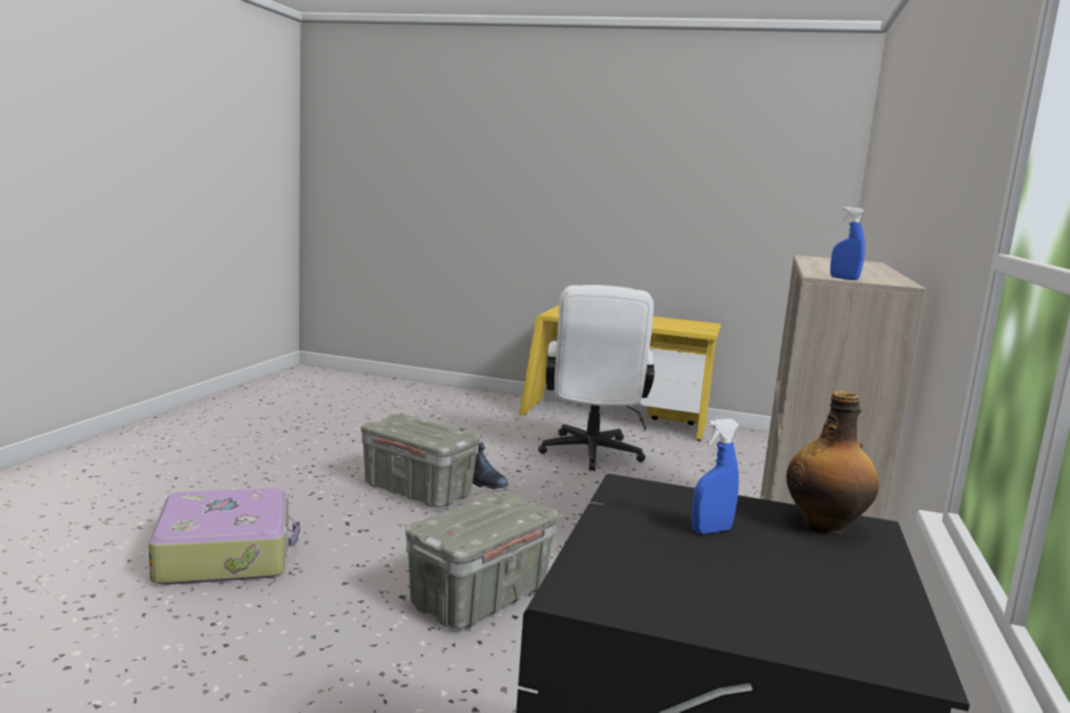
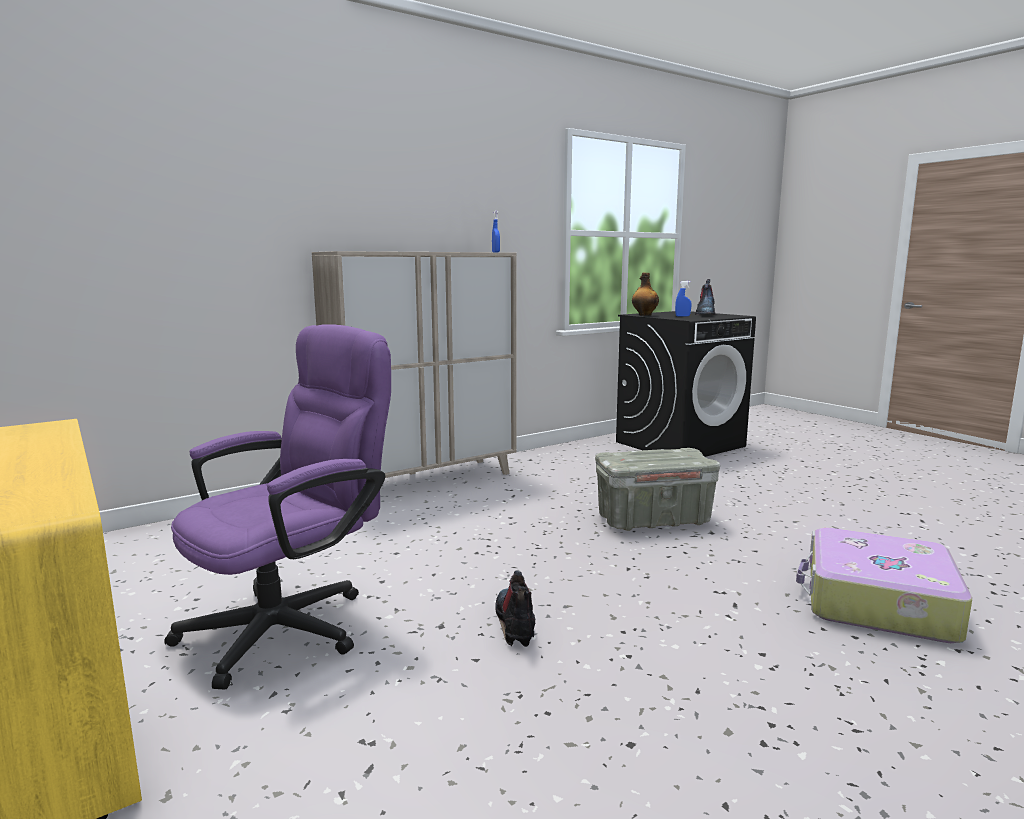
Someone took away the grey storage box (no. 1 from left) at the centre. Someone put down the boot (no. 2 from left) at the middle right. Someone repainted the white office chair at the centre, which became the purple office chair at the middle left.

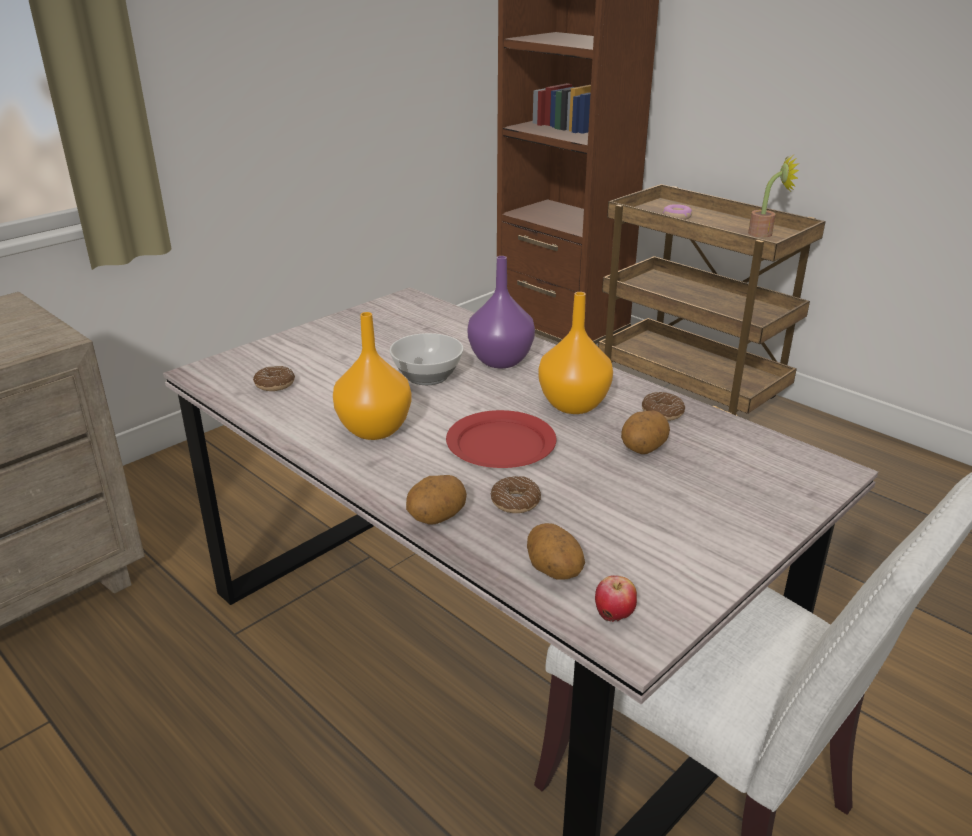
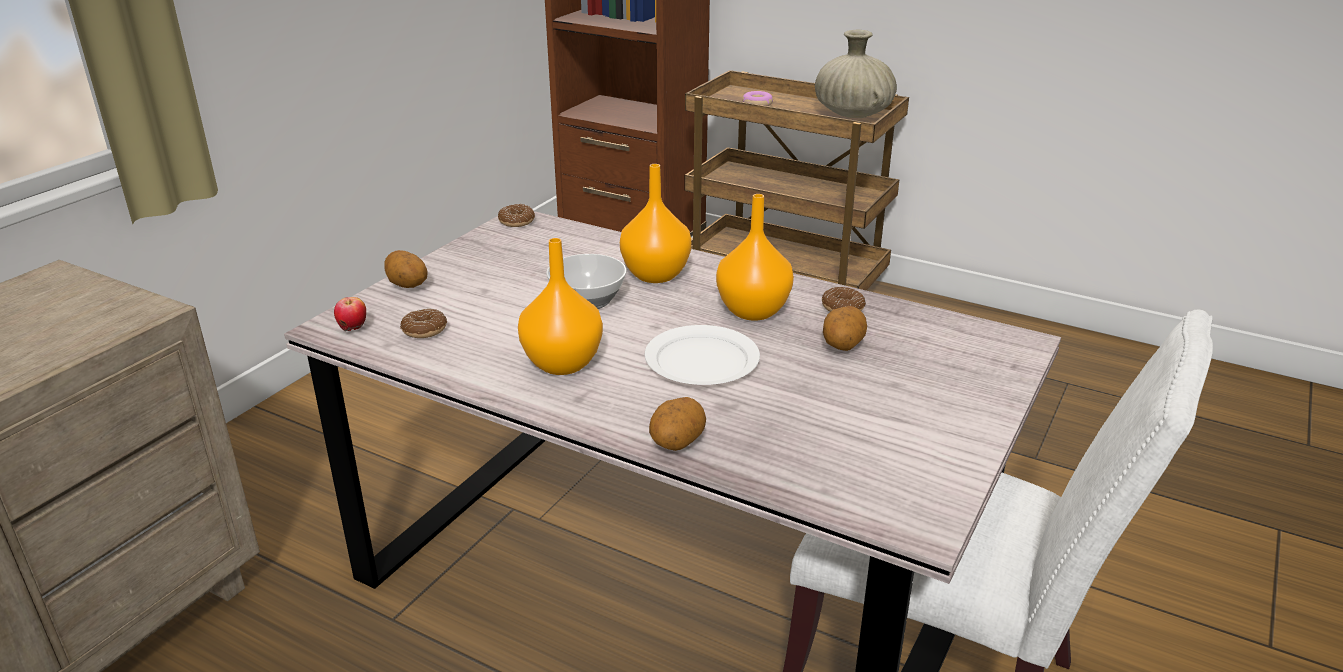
Someone carried the donut (no. 2 from left) from the centre to the top centre. Someone carried the potato (no. 2 from left in the first image) from the centre to the middle left. Someone carried the apple from the bottom centre to the middle left. Someone swapped the potted plant at the top right for the beige vase at the top centre. Someone repainted the red plate at the centre, which became the white plate at the centre. Someone repainted the purple vase at the centre, which became the orange vase (no. 2 from left) at the top centre.

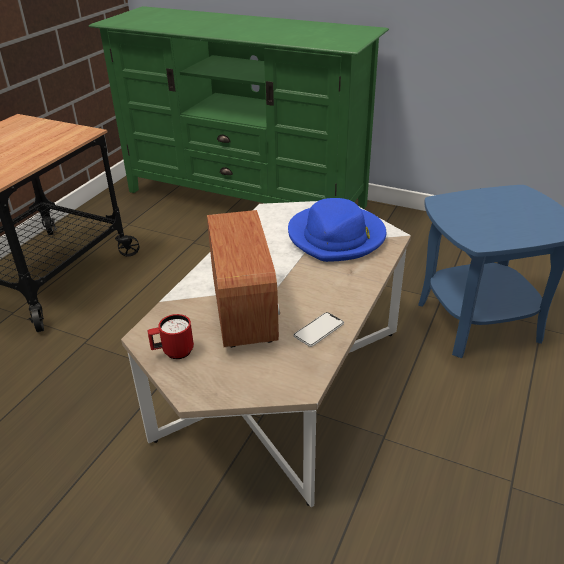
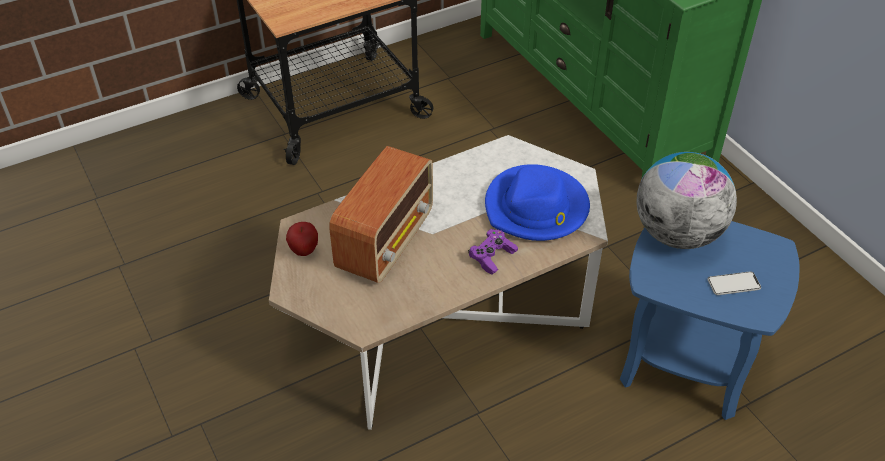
Someone put down the purple game controller at the centre. Someone put down the globe at the middle right. Someone carried the phone from the centre to the middle right. Someone swapped the red mug at the middle left for the apple at the centre.

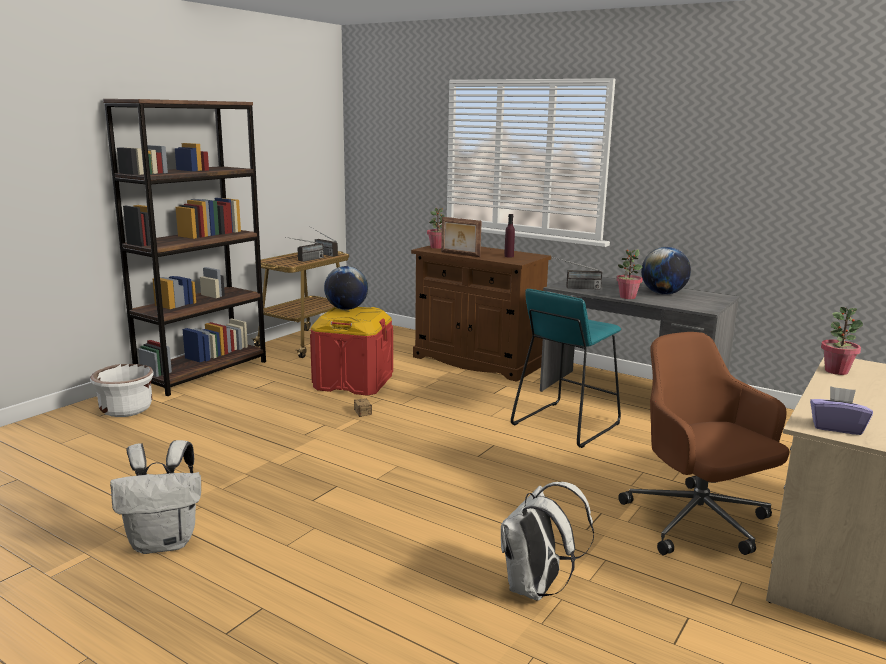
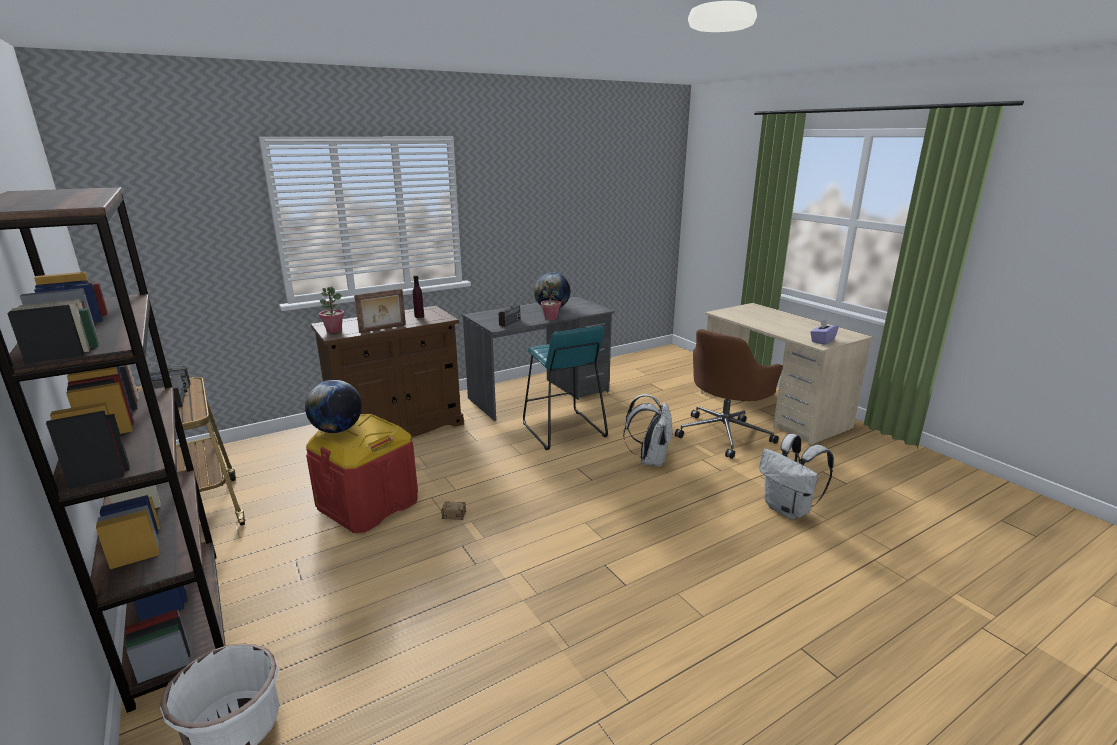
Someone took away the potted plant (no. 3 from left) at the middle right. Someone carried the white backpack (no. 1 from left) from the bottom left to the centre. Someone rotated the brown office chair at the bottom right by 45 degrees counterclockwise.

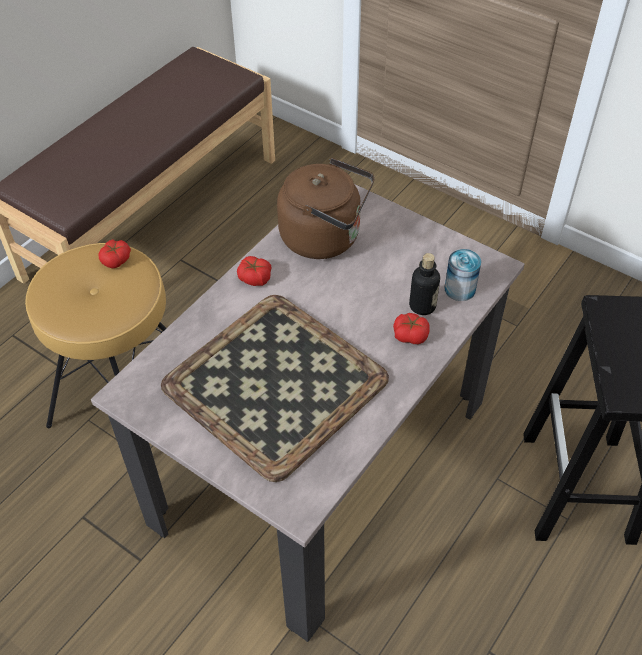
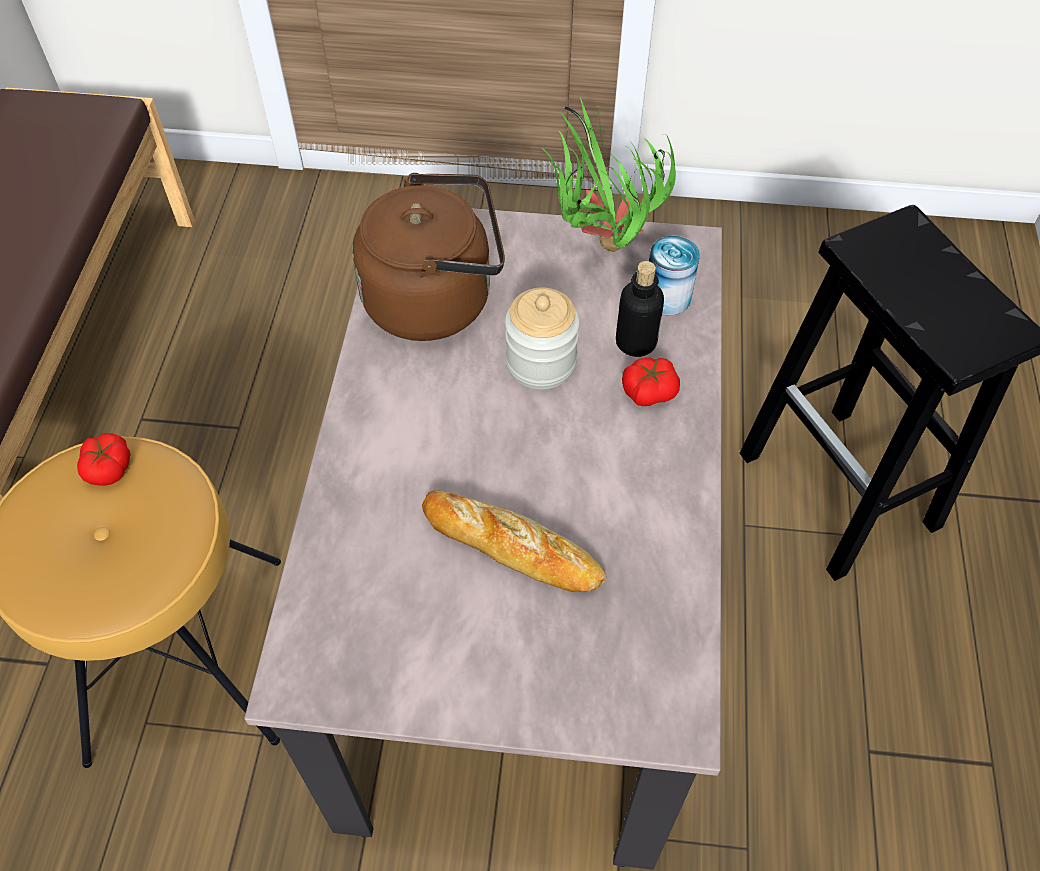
Someone took away the tomato (no. 2 from left) at the centre. Someone put down the jar at the centre. Someone put down the potted plant at the top centre. Someone swapped the tray at the centre for the bread at the centre.

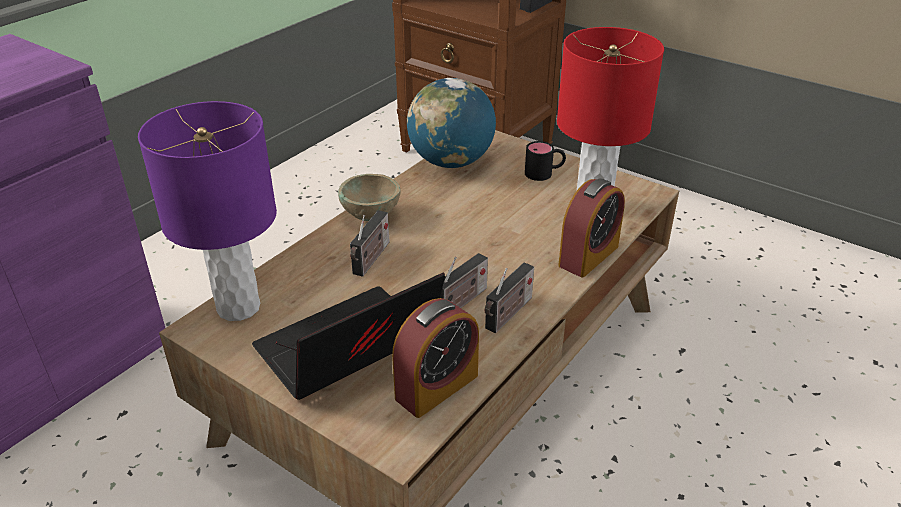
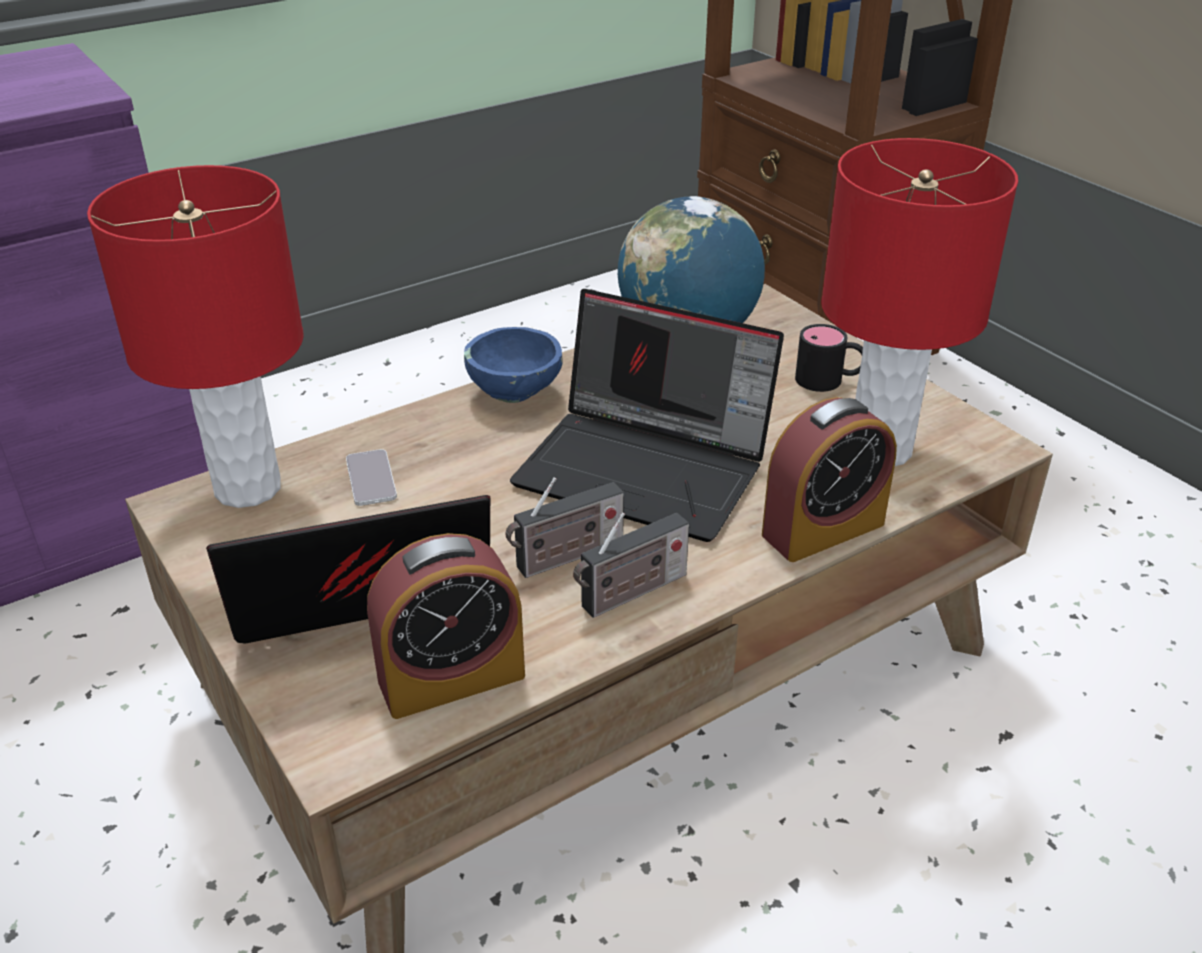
Someone took away the radio (no. 1 from left) at the centre. Someone put down the phone at the middle left. Someone put down the laptop (no. 2 from left) at the centre. Someone repainted the purple table lamp at the middle left, which became the red table lamp (no. 1 from left) at the middle left. Someone repainted the beige bowl at the centre, which became the blue bowl at the centre.

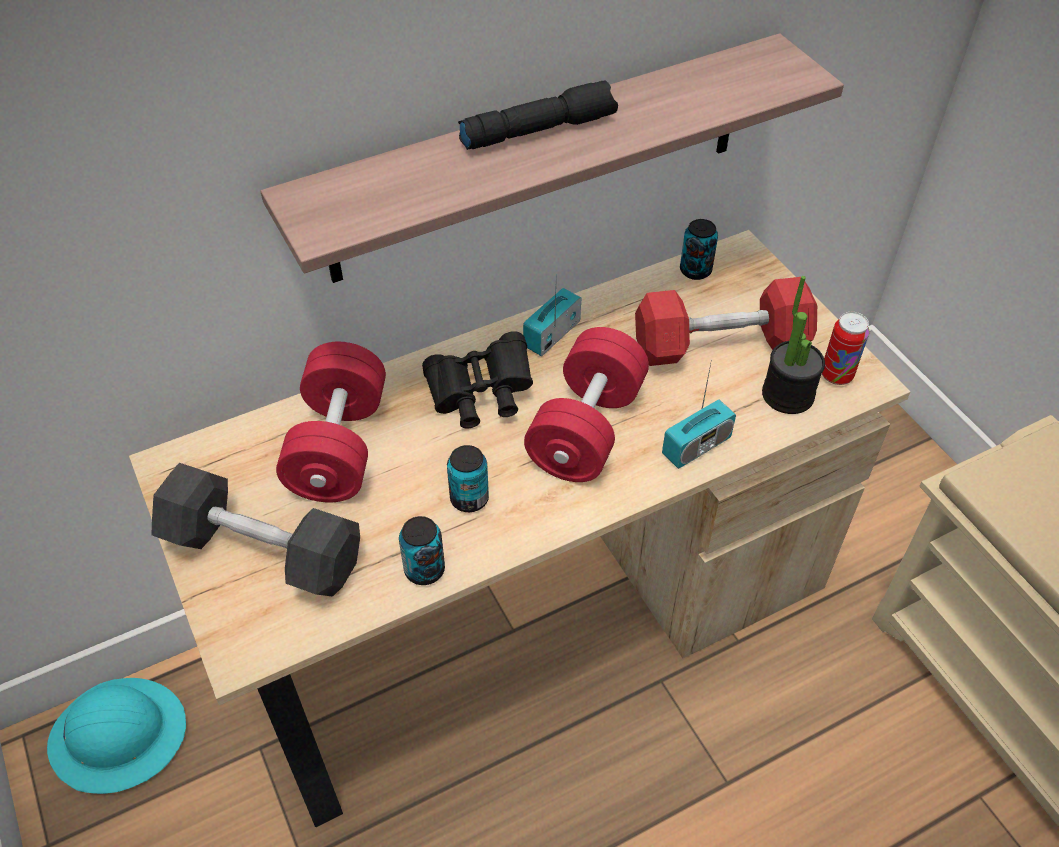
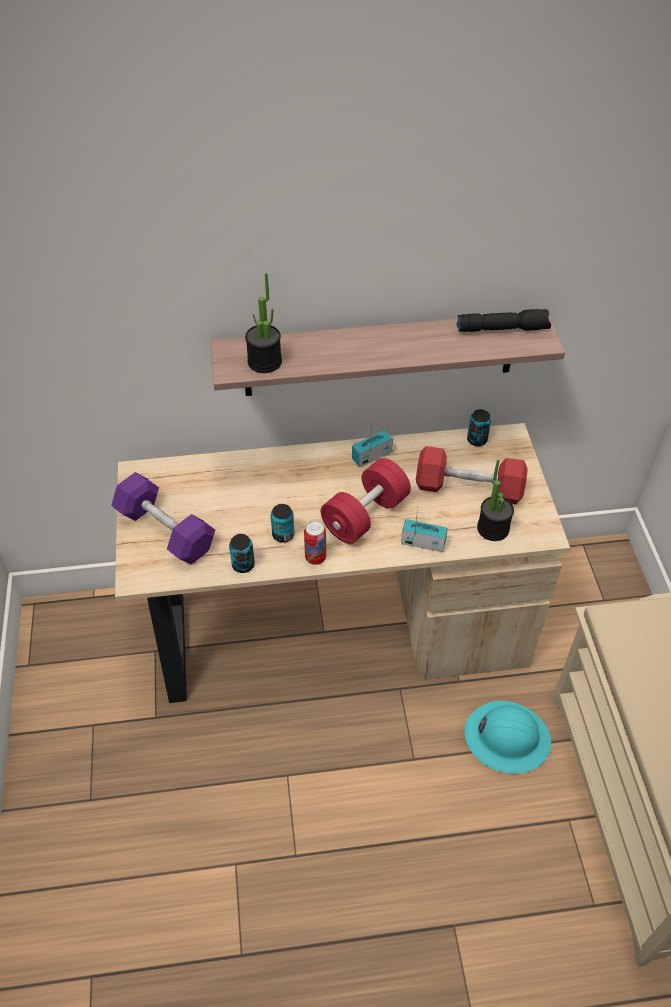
Someone took away the red dumbbell (no. 1 from left) at the middle left. Someone took away the black binoculars at the centre. Someone put down the potted plant (no. 1 from left) at the top centre. Someone carried the turquoise hard hat from the bottom left to the bottom right. Someone carried the black flashlight from the top centre to the top right. Someone carried the can (no. 4 from left in the first image) from the middle right to the centre. Someone repainted the grey dumbbell at the middle left, which became the purple dumbbell at the middle left. Someone rotated the radio (no. 2 from left) at the centre by 150 degrees counterclockwise.

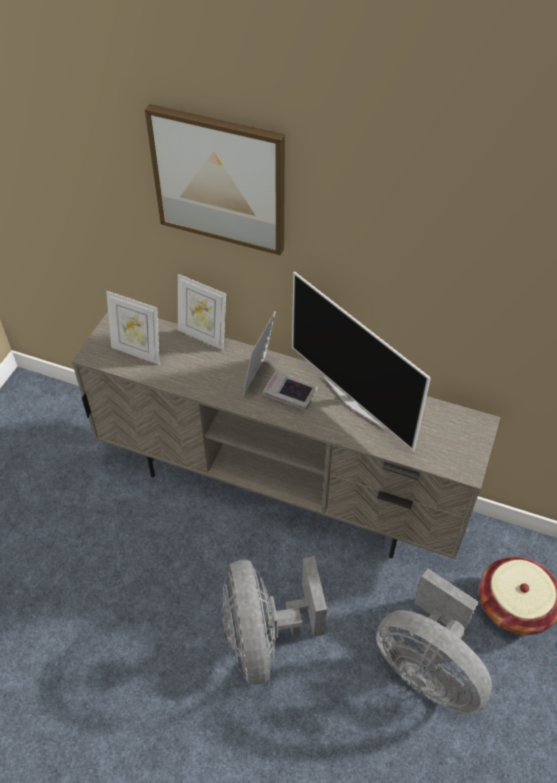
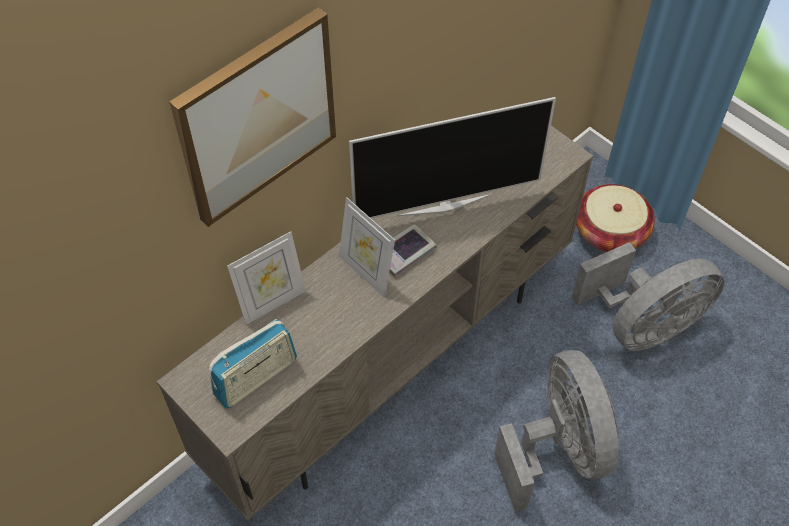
Someone swapped the picture frame (no. 1 from left) at the middle left for the radio at the bottom left. Someone rotated the grey fan (no. 1 from left) at the bottom centre by 120 degrees counterclockwise.

